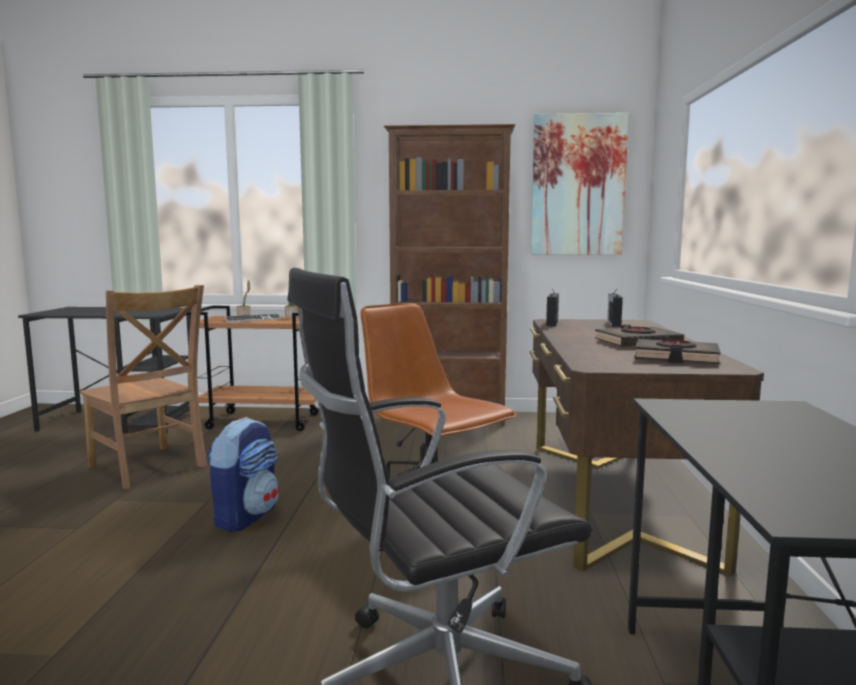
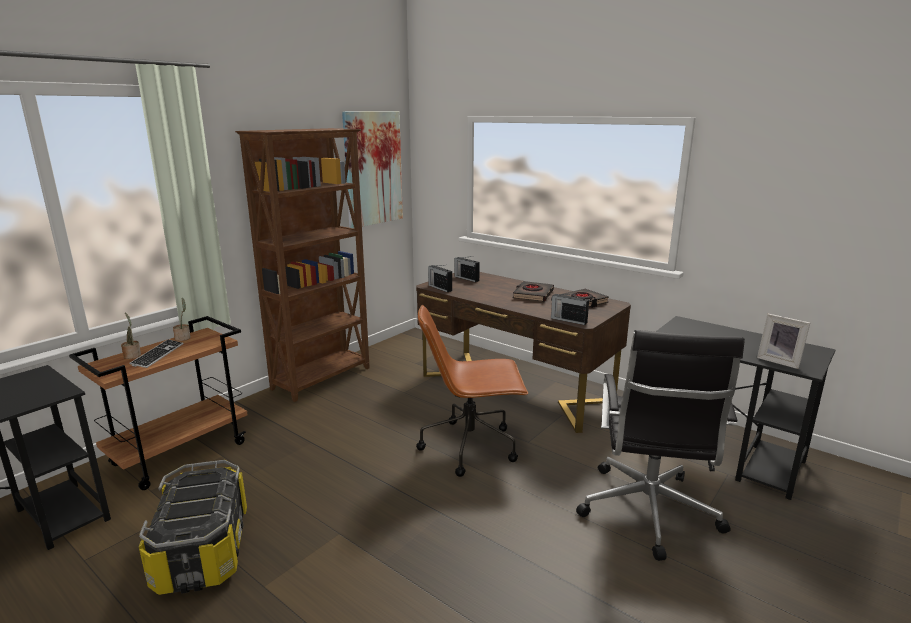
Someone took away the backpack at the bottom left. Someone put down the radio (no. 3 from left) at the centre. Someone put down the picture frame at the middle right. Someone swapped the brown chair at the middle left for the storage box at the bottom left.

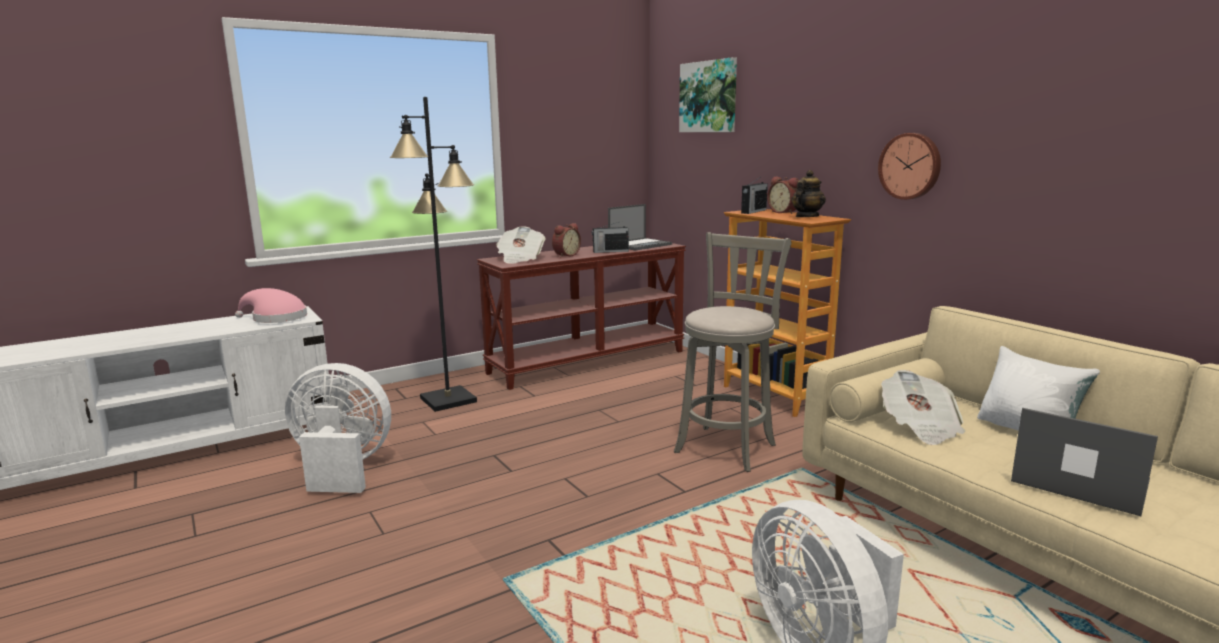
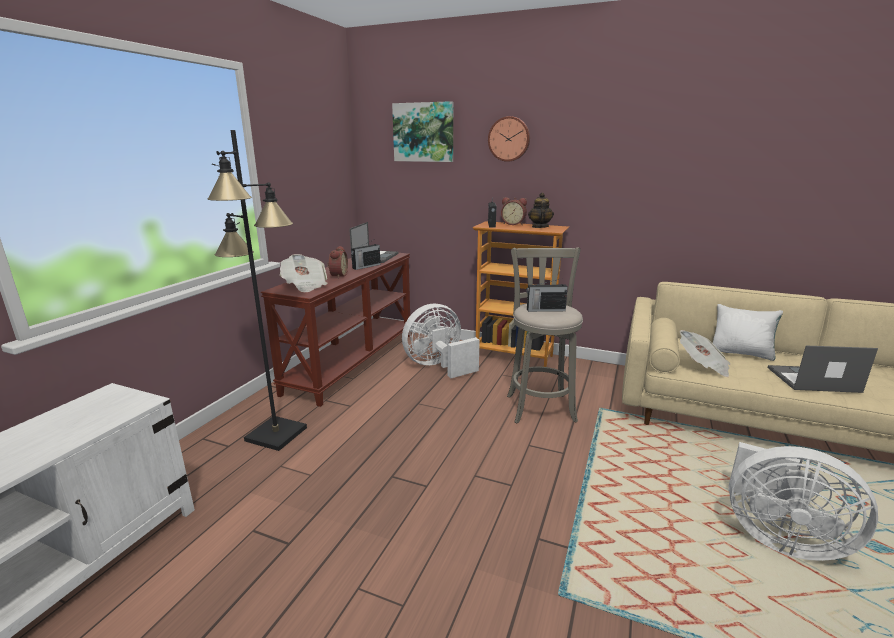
Someone took away the pink hat at the middle left. Someone put down the radio (no. 3 from left) at the centre. Someone carried the white fan (no. 1 from left) from the middle left to the centre. Someone carried the wall clock from the top right to the top centre.

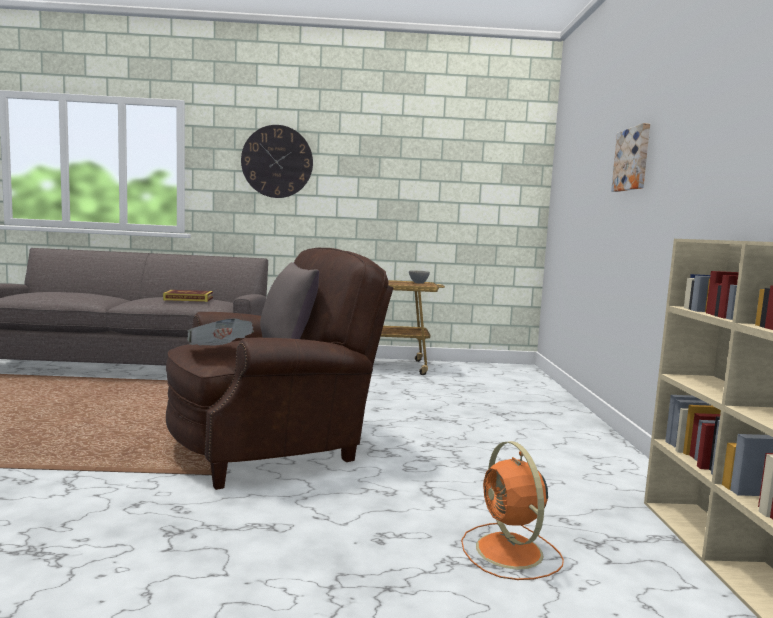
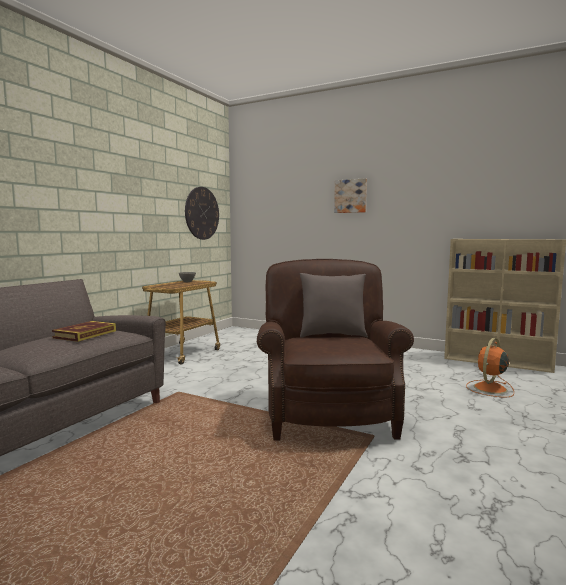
Someone took away the newspaper at the middle left. Someone carried the wall clock from the top centre to the centre. Someone rotated the orange fan at the bottom centre by 120 degrees clockwise.

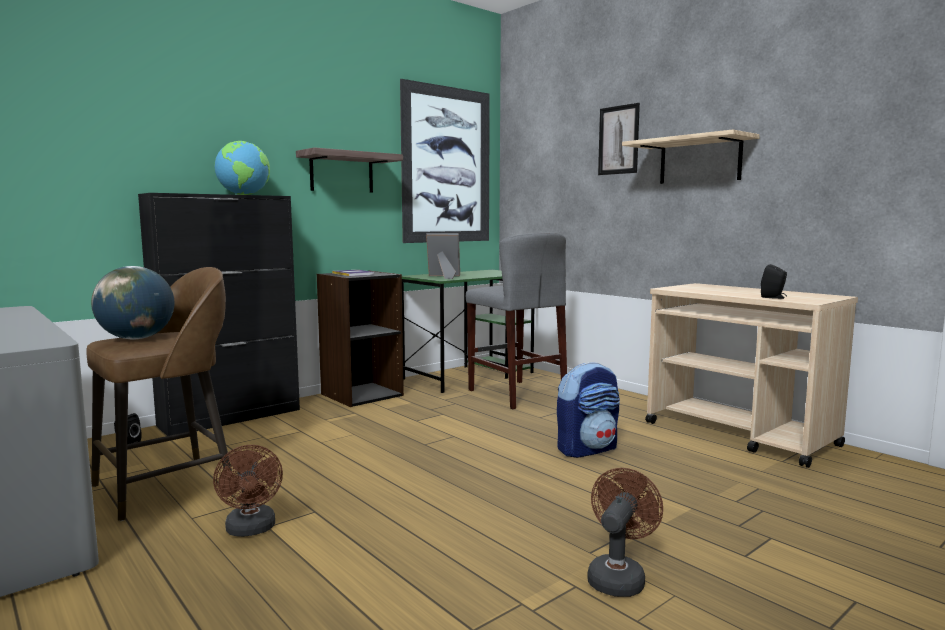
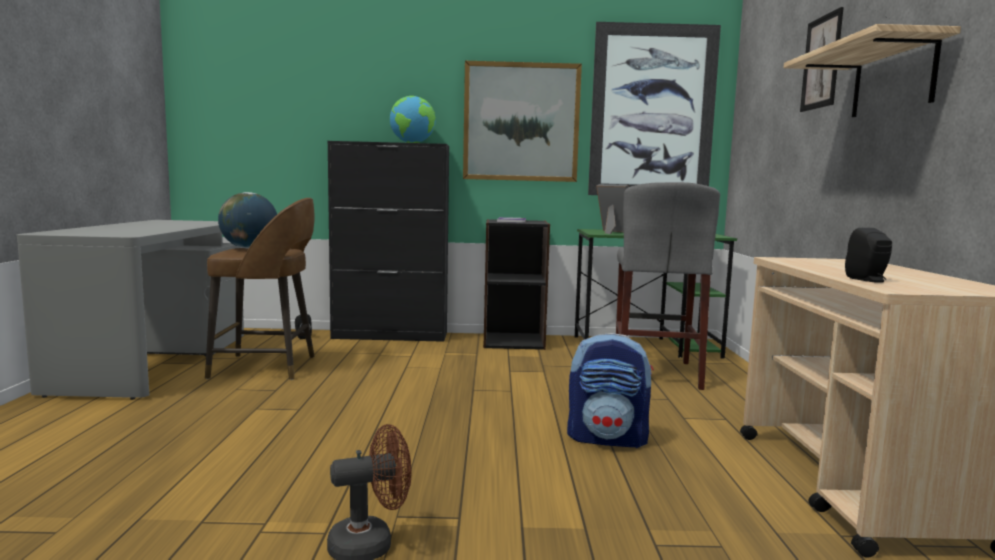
Someone took away the brown fan (no. 1 from left) at the bottom left. Someone swapped the shelf (no. 1 from left) at the top centre for the picture (no. 1 from left) at the top centre.

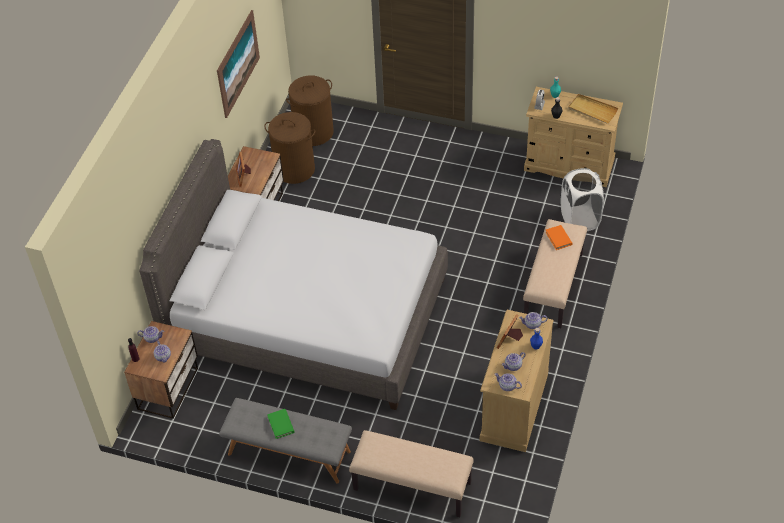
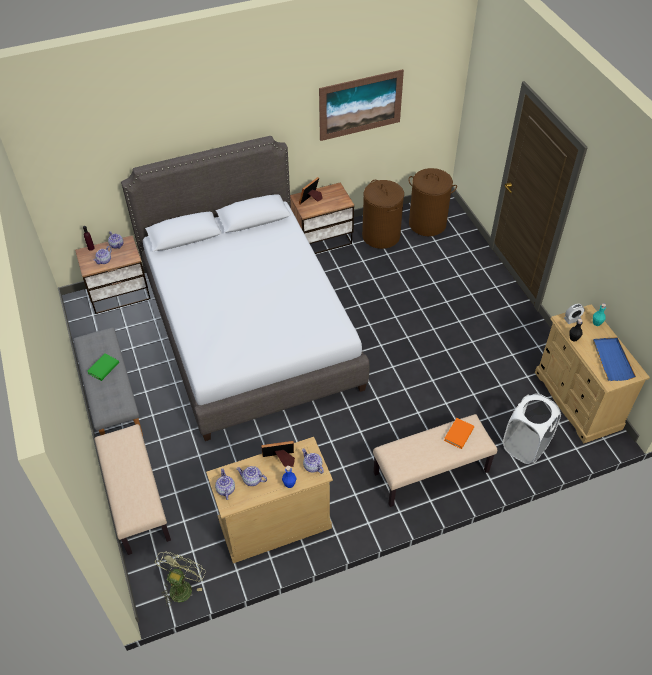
Someone put down the green fan at the bottom left. Someone repainted the beige tray at the top right, which became the blue tray at the middle right.

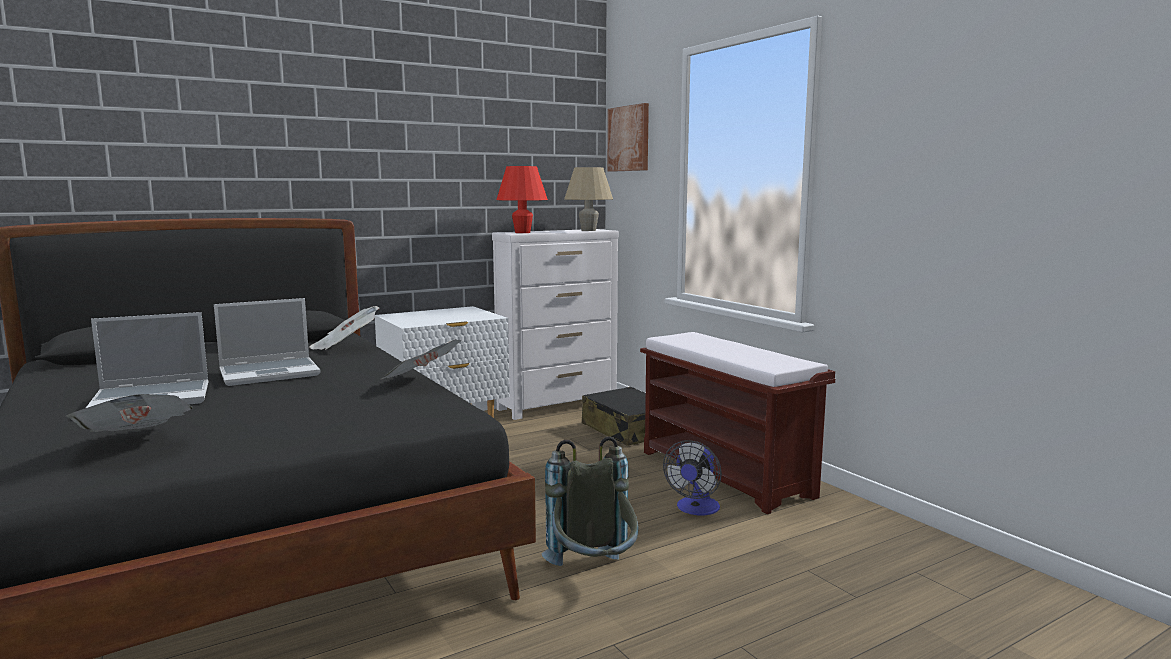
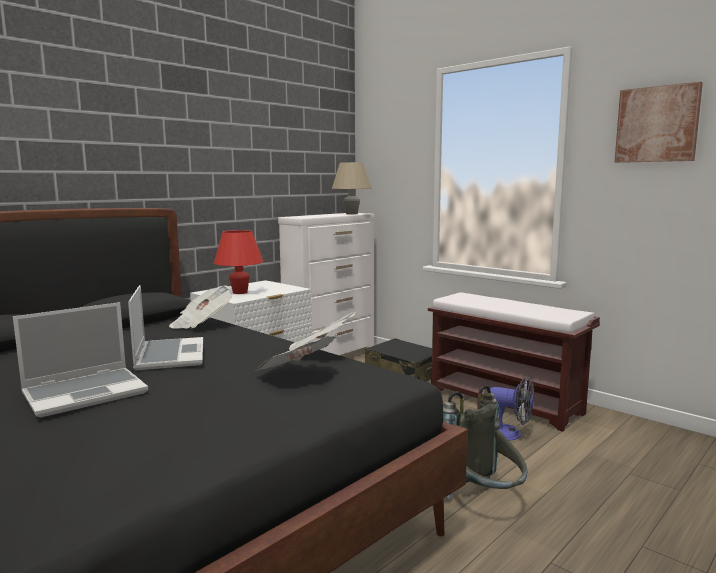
Someone carried the newspaper (no. 1 from left in the first image) from the middle left to the centre. Someone carried the red table lamp from the top centre to the centre. Someone carried the picture from the top centre to the top right. Someone rotated the laptop (no. 2 from left) at the middle left by 60 degrees counterclockwise. Someone rotated the fan at the bottom centre by 75 degrees counterclockwise.

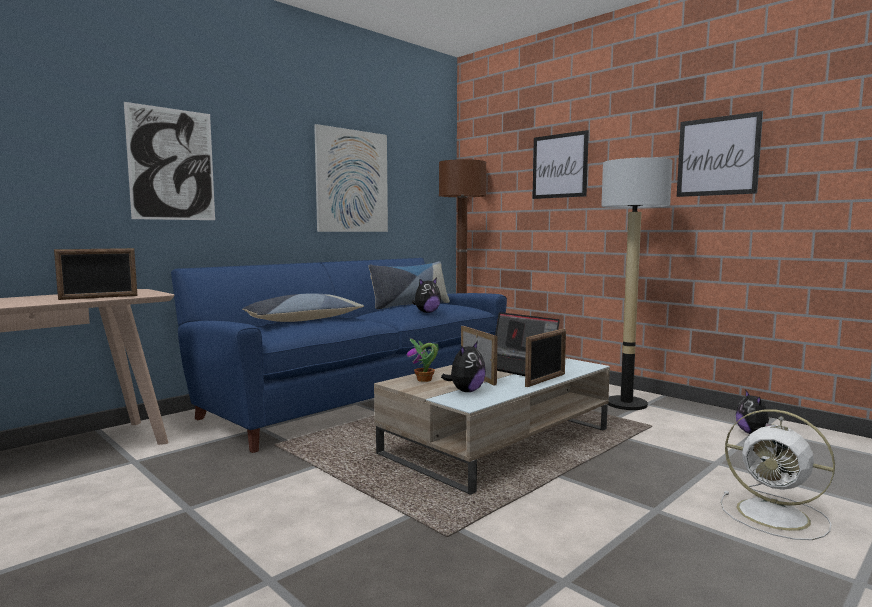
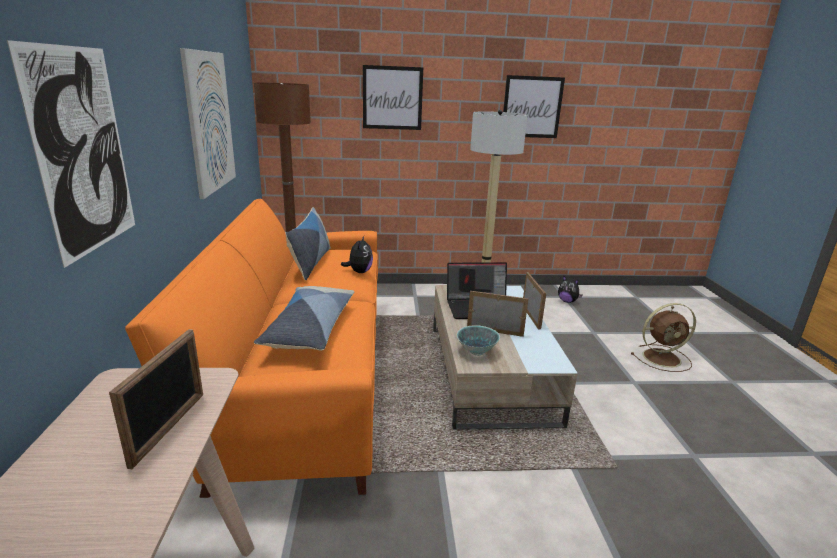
Someone took away the plush toy (no. 2 from left) at the centre. Someone swapped the potted plant at the centre for the bowl at the centre. Someone repainted the blue sofa at the centre, which became the orange sofa at the middle left. Someone repainted the white fan at the bottom right, which became the brown fan at the middle right.

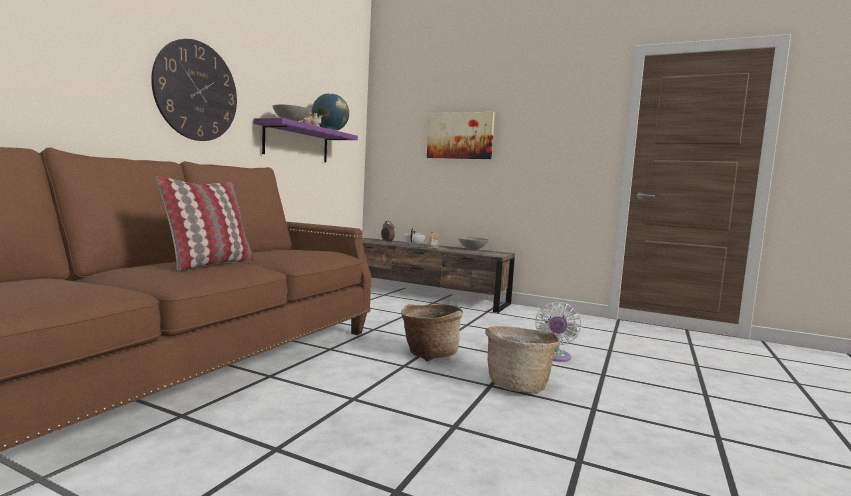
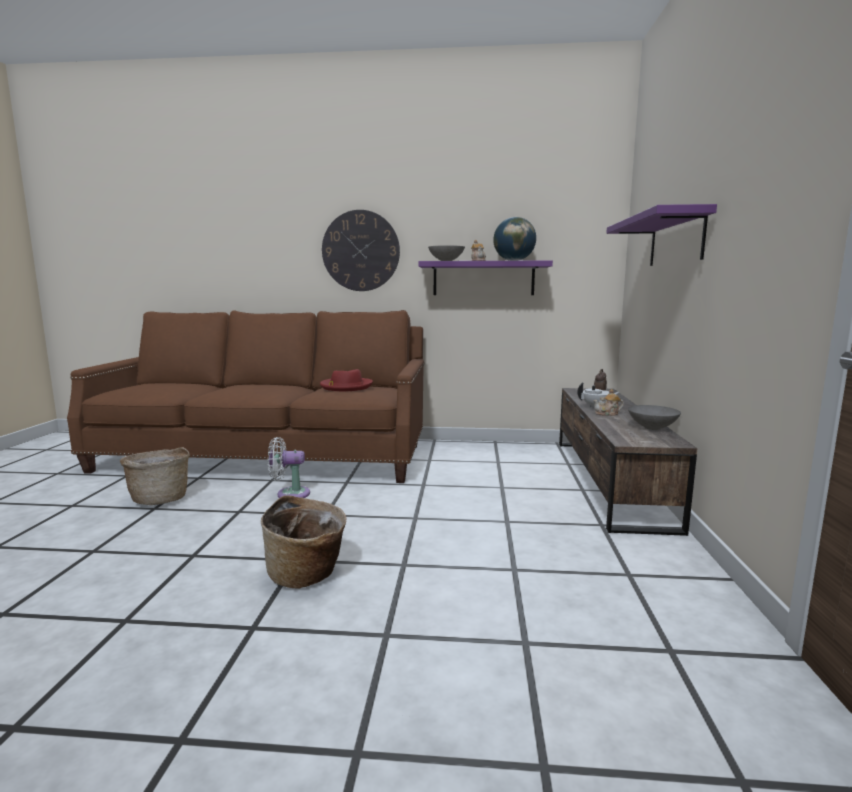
Someone took away the pillow at the middle left. Someone put down the red hat at the centre. Someone carried the basket (no. 1 from left) from the bottom centre to the middle left. Someone carried the white fan from the bottom centre to the centre. Someone swapped the picture at the top centre for the purple shelf (no. 2 from left) at the top right.

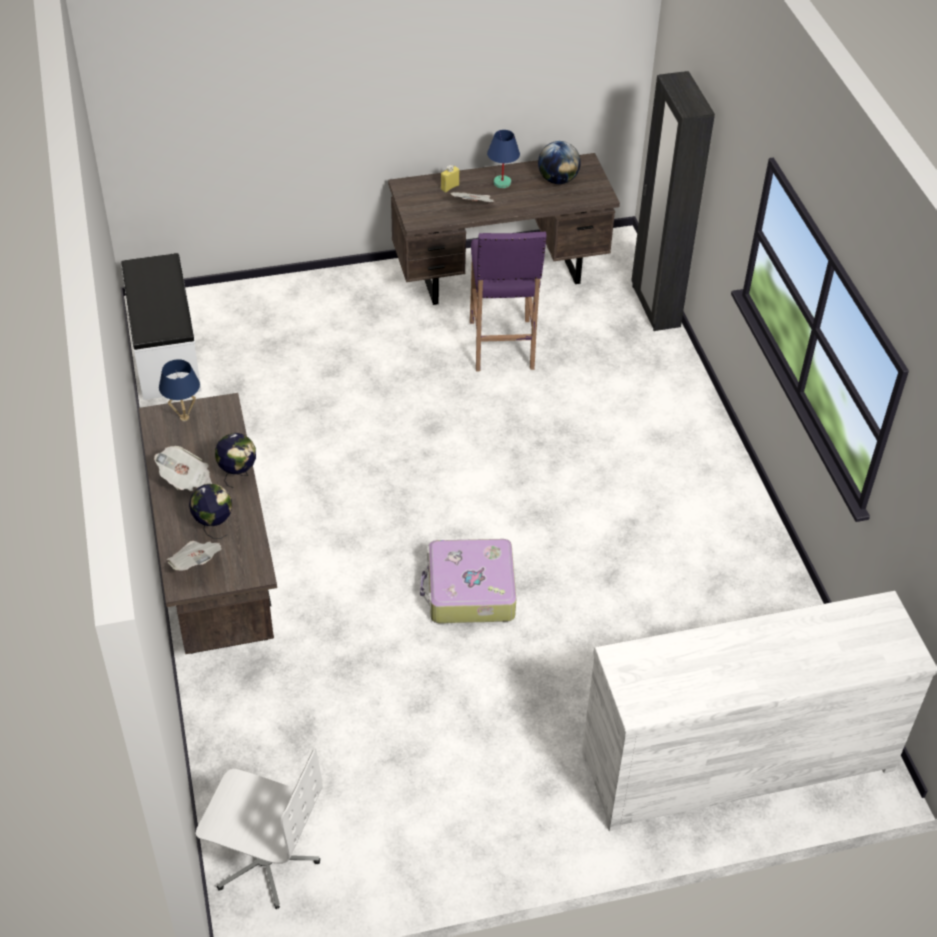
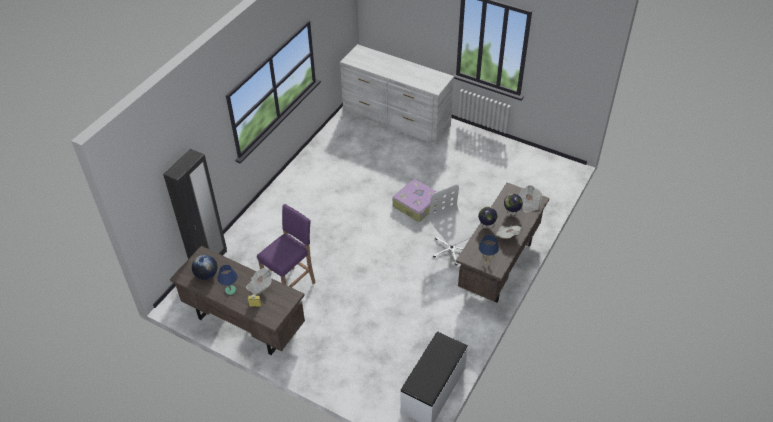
Someone carried the white office chair from the bottom left to the centre.

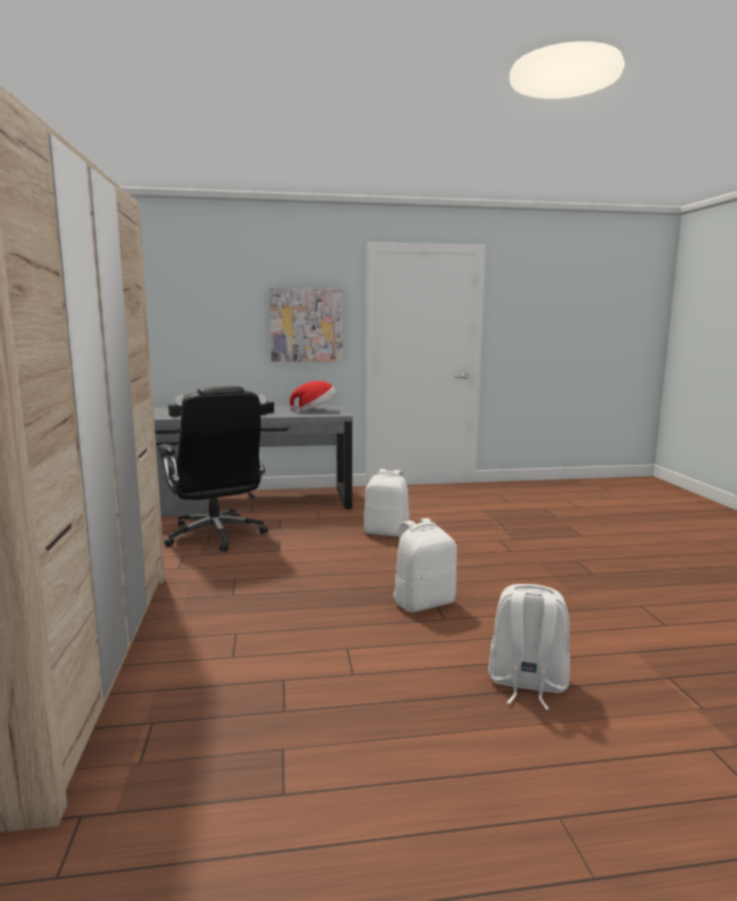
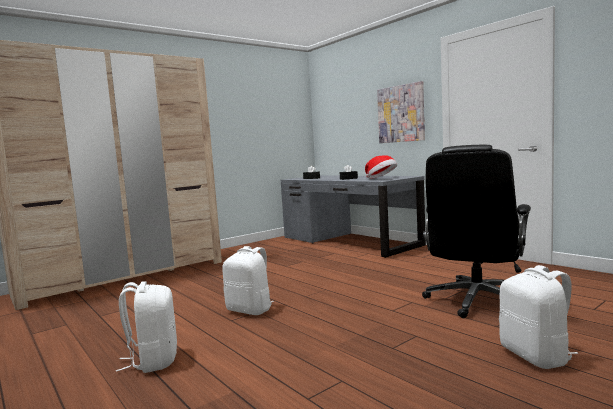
Someone carried the black office chair from the middle left to the middle right. Someone carried the white backpack (no. 1 from left in the first image) from the centre to the bottom right.

